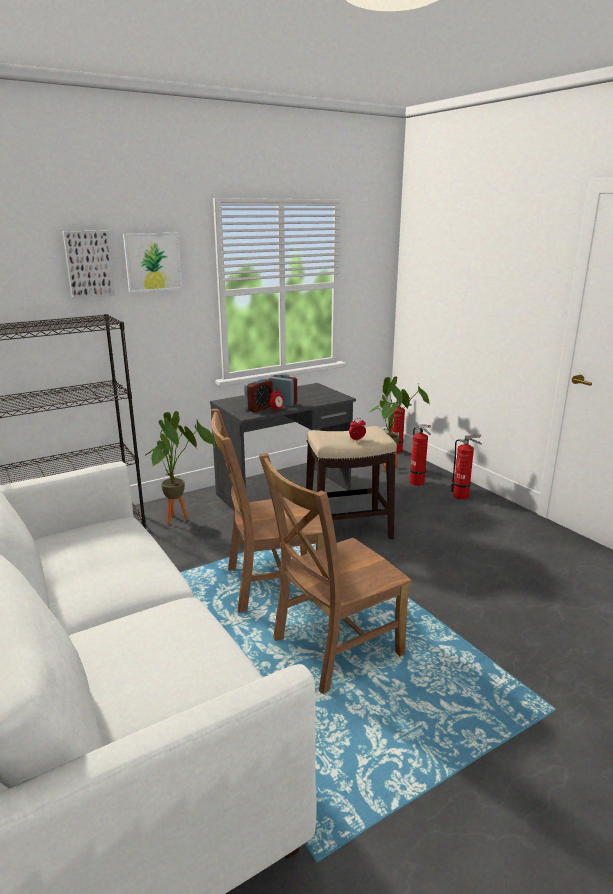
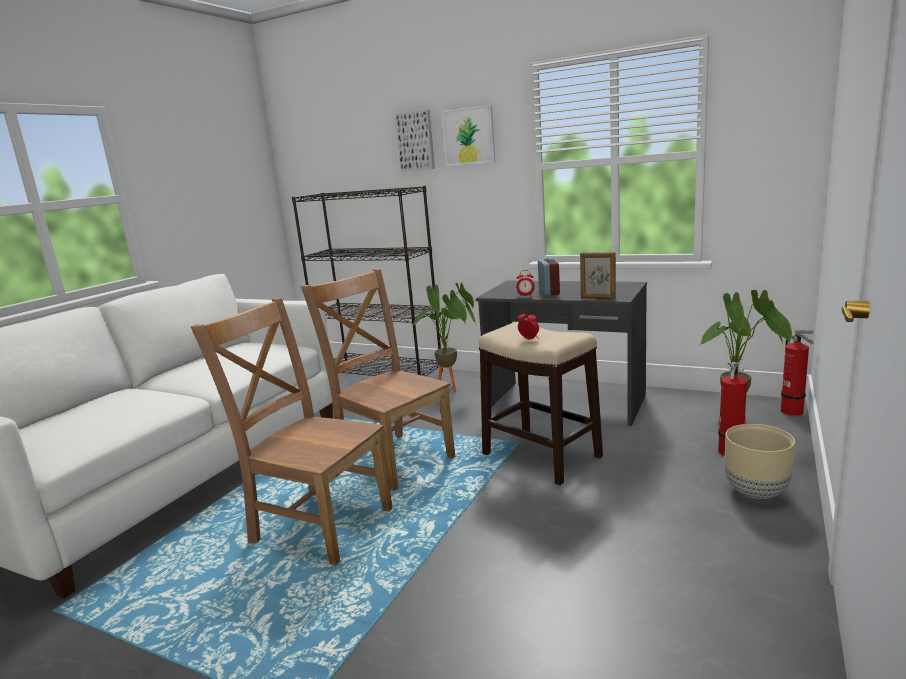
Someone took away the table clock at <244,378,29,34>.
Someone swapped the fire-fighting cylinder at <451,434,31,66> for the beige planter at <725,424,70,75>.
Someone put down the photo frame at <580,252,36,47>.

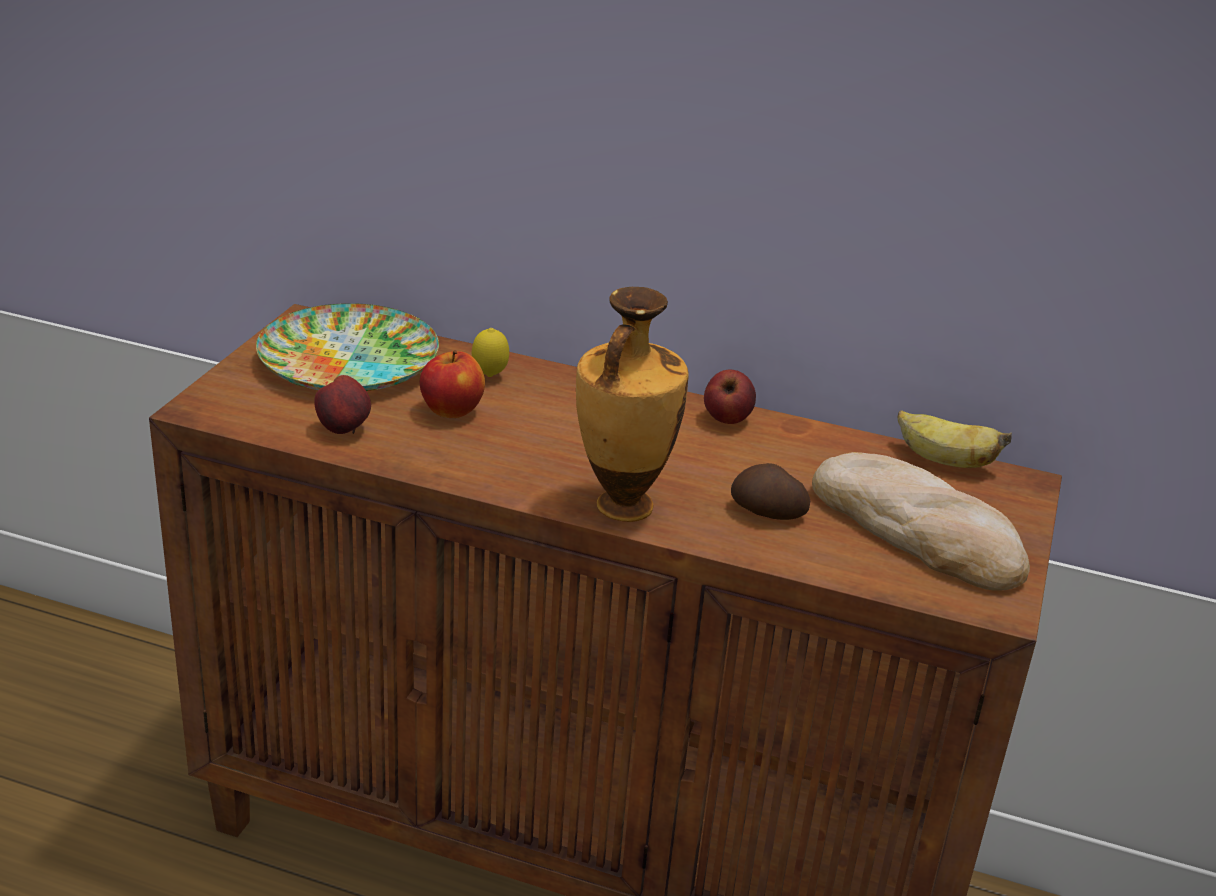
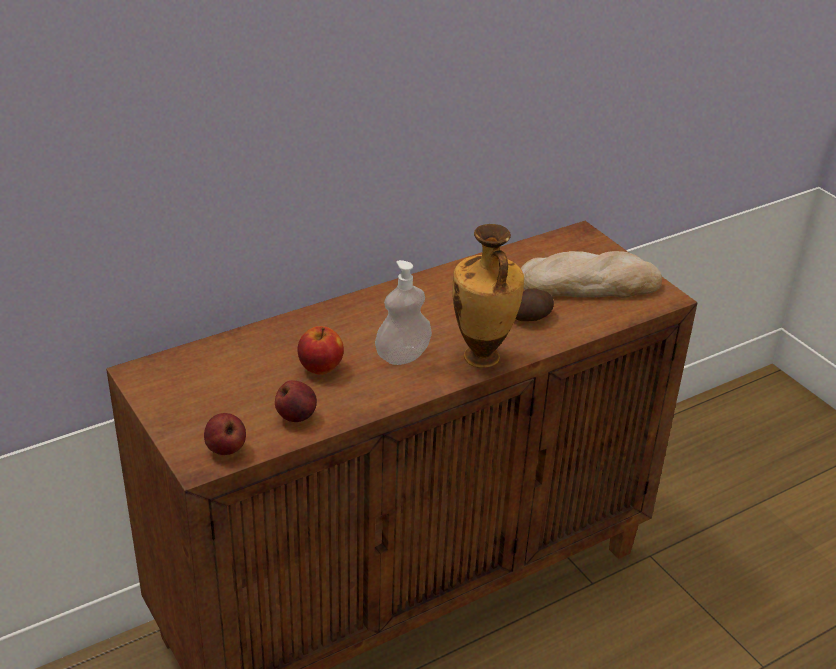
Someone took away the flat dish at <256,303,183,88>.
Someone took away the citrus fruit at <472,328,37,49>.
Someone carried the apple from <704,370,52,54> to <204,413,42,42>.
Someone took away the banana fruit at <898,410,114,58>.
Someone put down the soap dispenser at <375,260,57,105>.

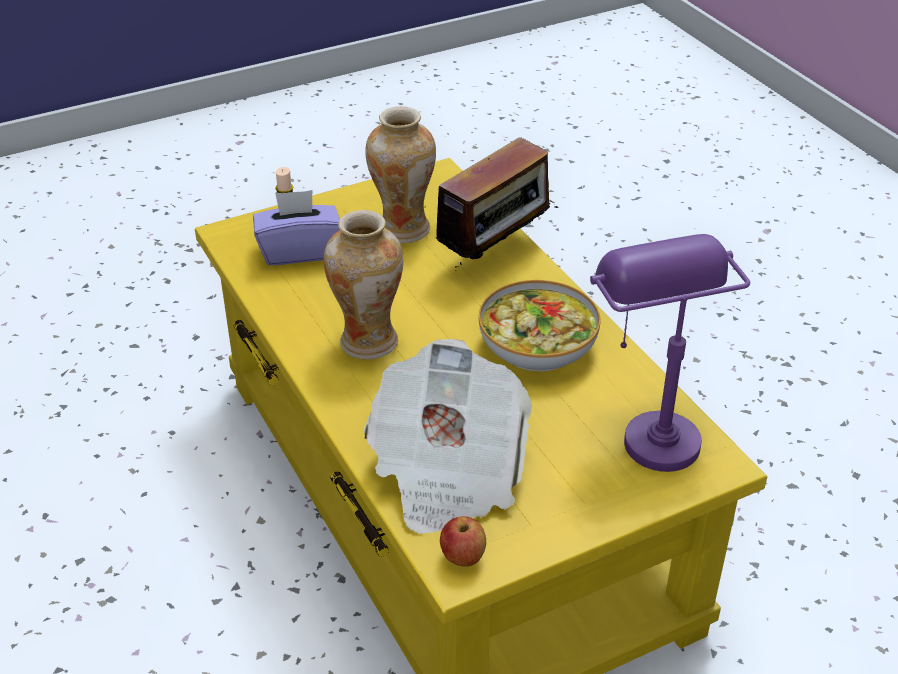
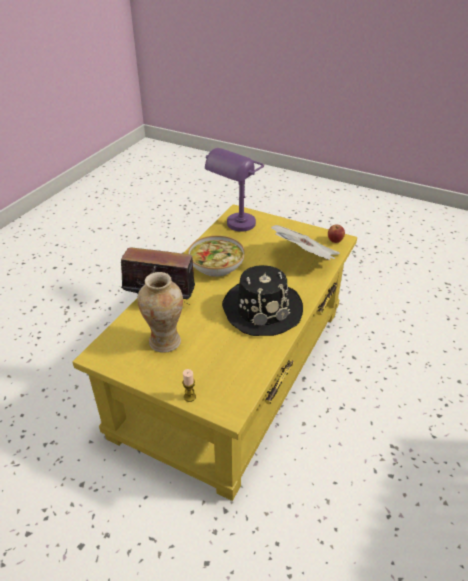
Someone took away the purplish tissue box at <253,190,87,75>.
Someone swapped the decorative vase at <323,210,80,149> for the black hat at <222,265,81,71>.

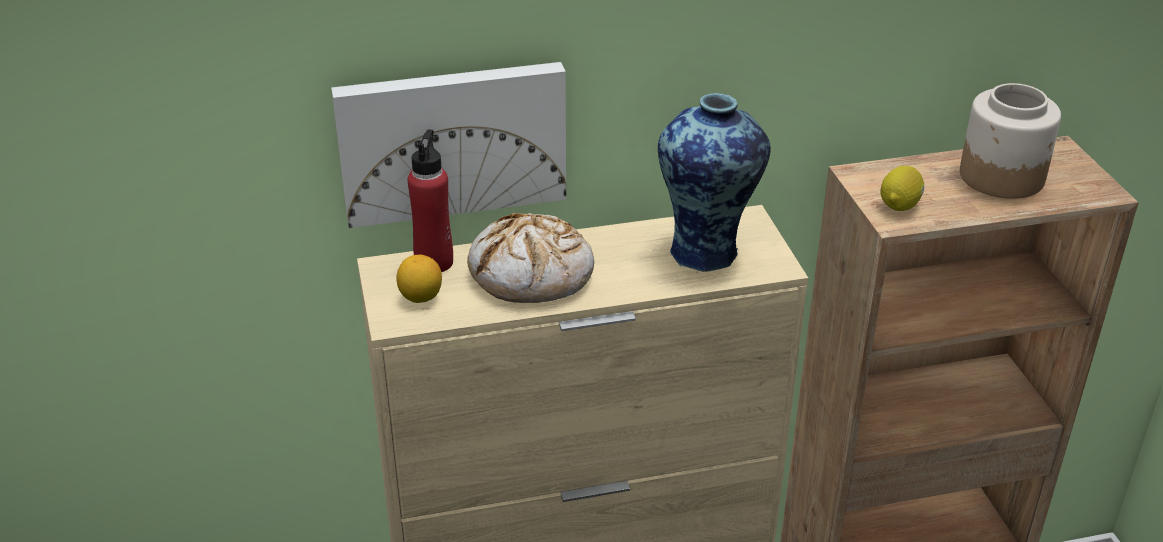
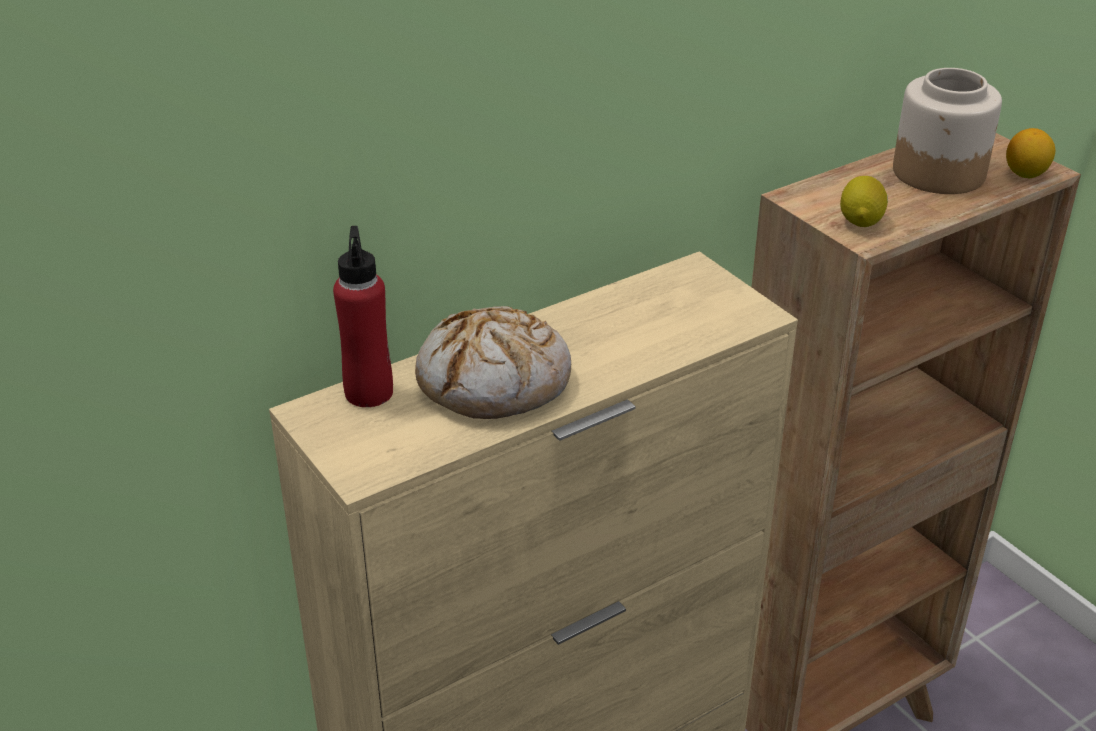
Someone took away the picture at <331,62,235,166>.
Someone took away the decorative vase at <658,93,113,180>.
Someone carried the citrus fruit from <396,255,46,48> to <1006,128,49,50>.

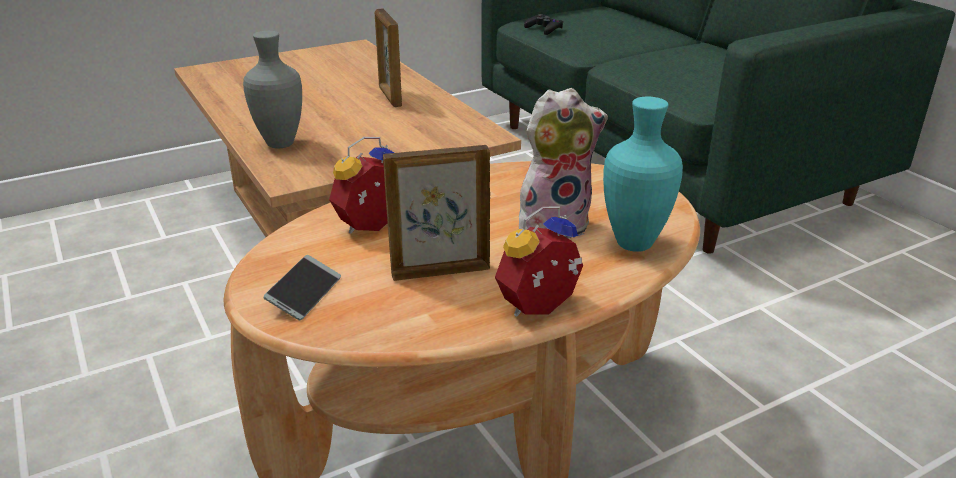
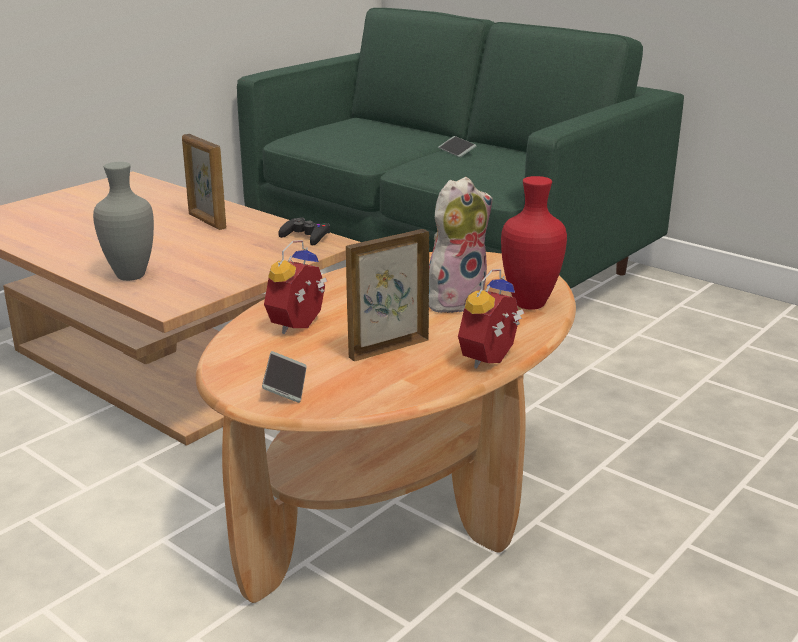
Someone carried the black gamepad from <524,14,39,21> to <279,218,51,27>.
Someone repainted the blue-green decorative vase at <603,97,80,155>, which became the reddish decorative vase at <501,176,66,134>.
Someone put down the phone at <438,136,38,21>.

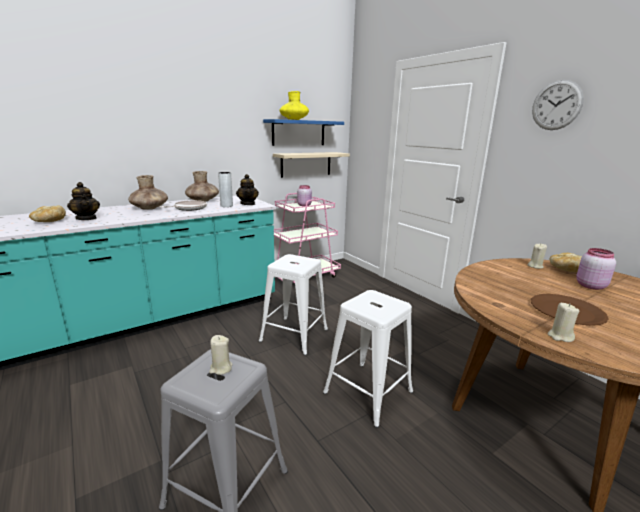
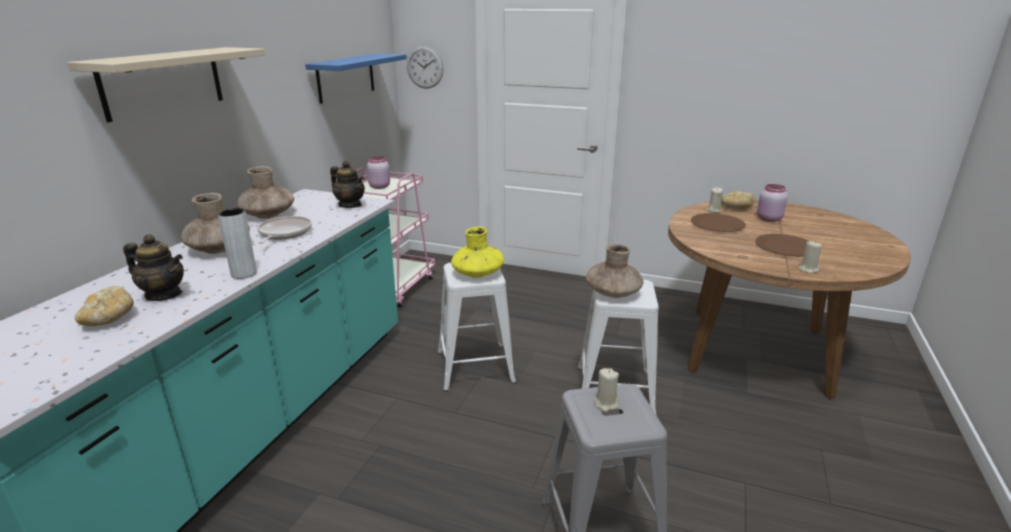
Someone carried the hanging clock from <532,80,52,50> to <407,46,37,43>.
Someone carried the yellow decorative vase from <280,91,29,29> to <451,227,53,50>.
Someone carried the beige bracket shelf from <273,152,77,26> to <67,47,198,75>.
Someone carried the gray decorative vase from <218,172,15,35> to <218,208,39,71>.
Someone put down the brownish flat dish at <691,213,55,19>.
Someone put down the brownish decorative vase at <586,244,57,54>.

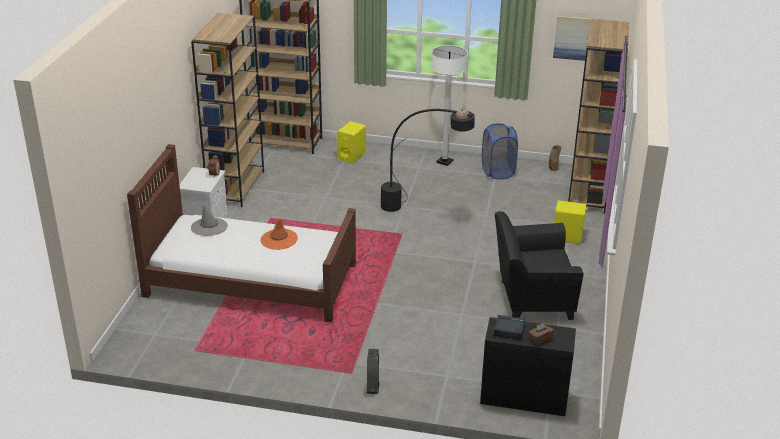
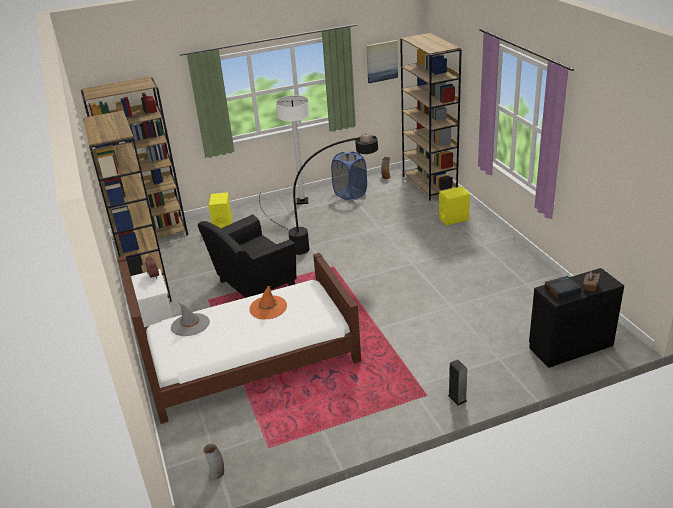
Someone carried the black easy chair from <495,211,89,109> to <198,214,98,84>.
Someone put down the decorative vase at <203,444,21,35>.

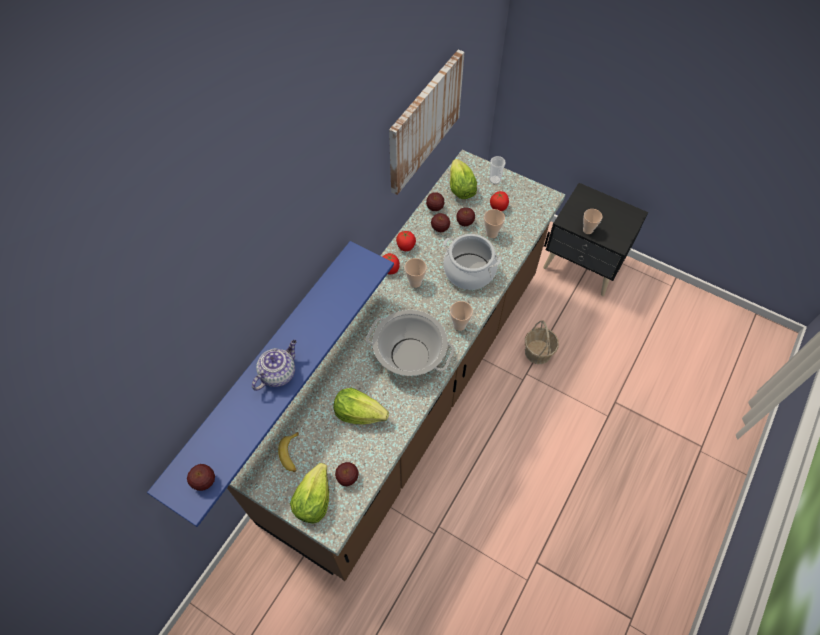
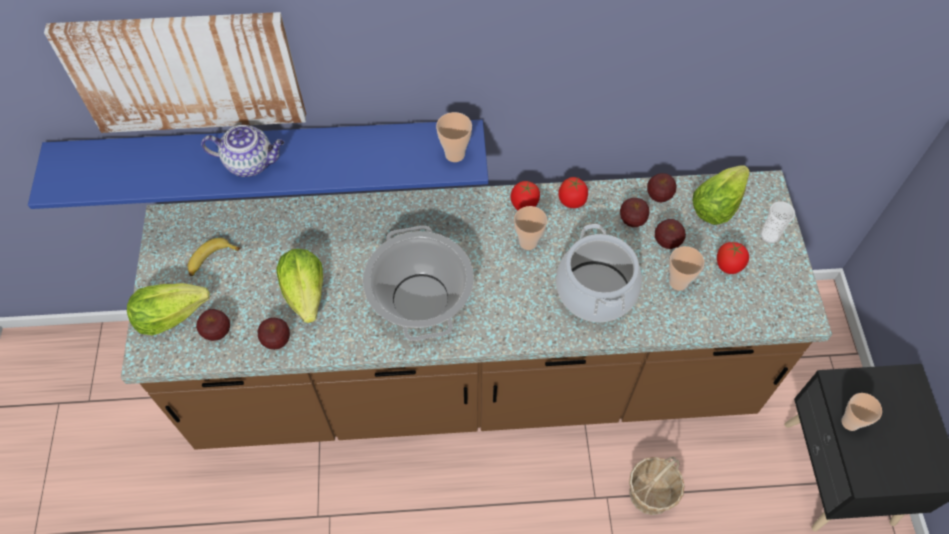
Someone carried the picture from <389,50,75,145> to <44,12,262,121>.
Someone carried the drinking cup from <450,301,23,30> to <436,112,36,50>.
Someone carried the apple from <187,464,28,27> to <257,318,33,32>.

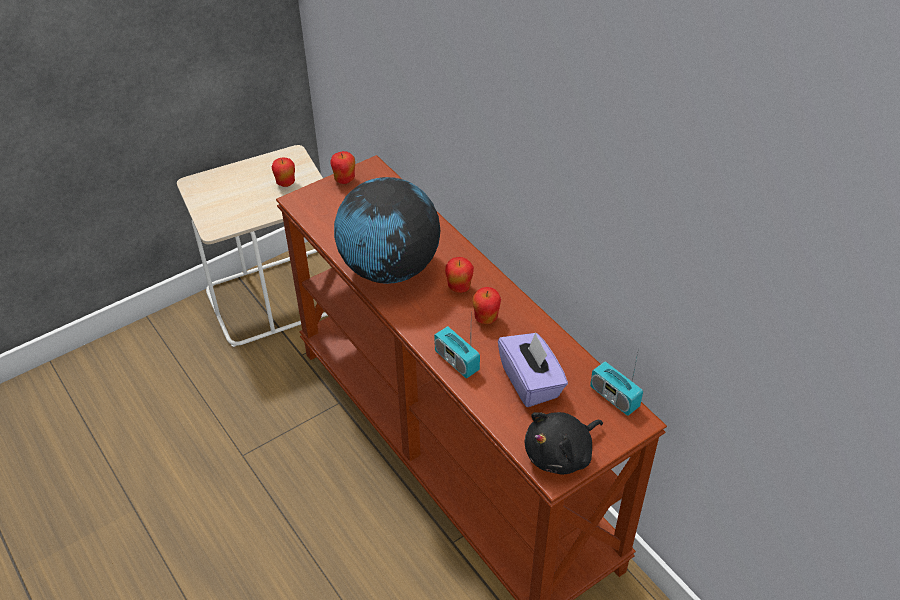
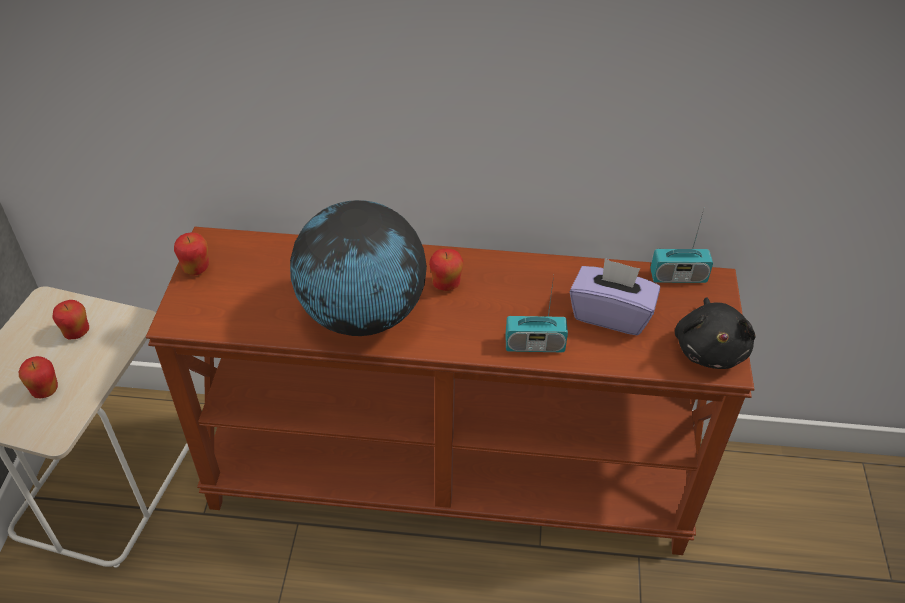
Someone carried the apple from <473,287,28,37> to <19,356,39,43>.

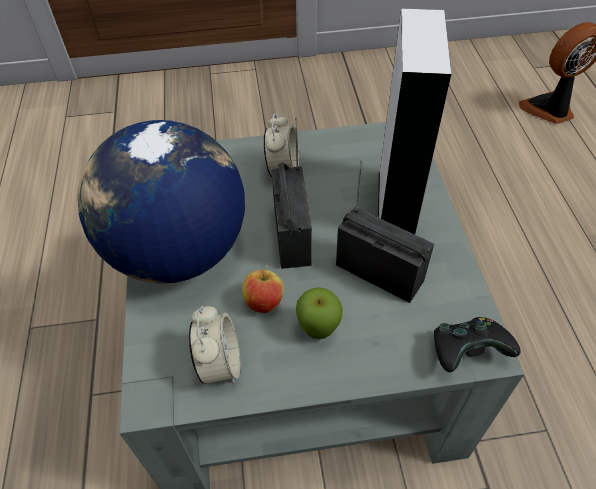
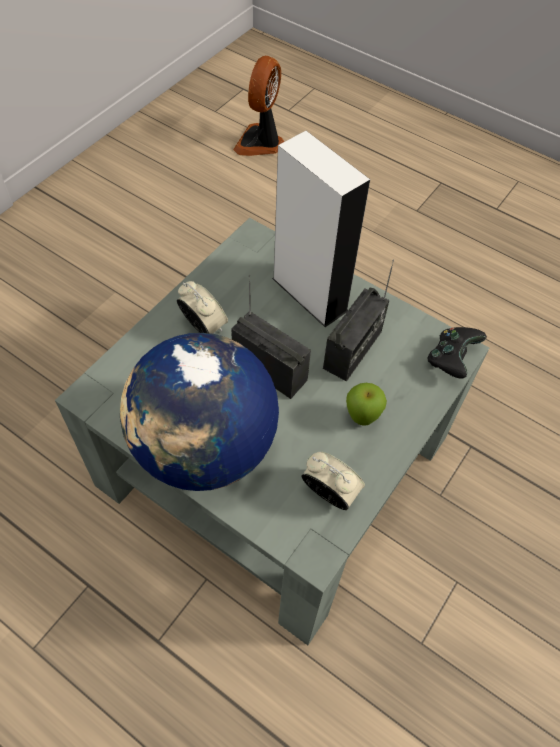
Someone rotated the radio receiver at <336,160,98,143> by 135 degrees clockwise.
Someone took away the apple at <242,265,42,48>.

